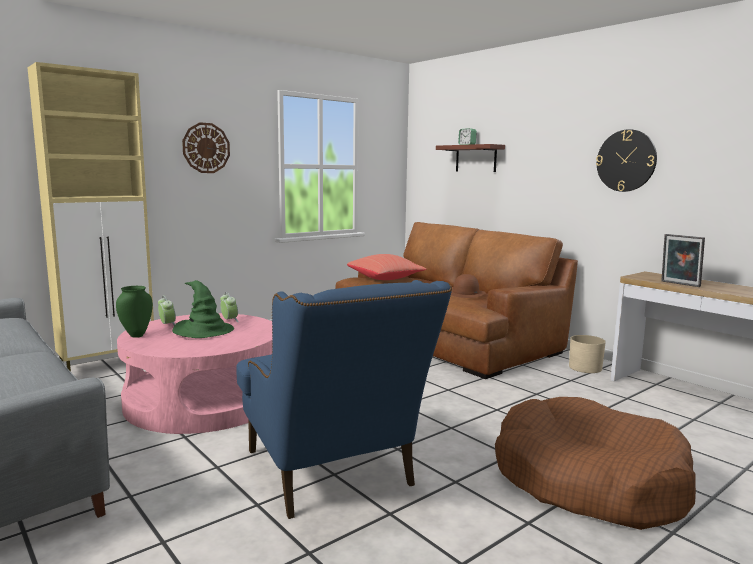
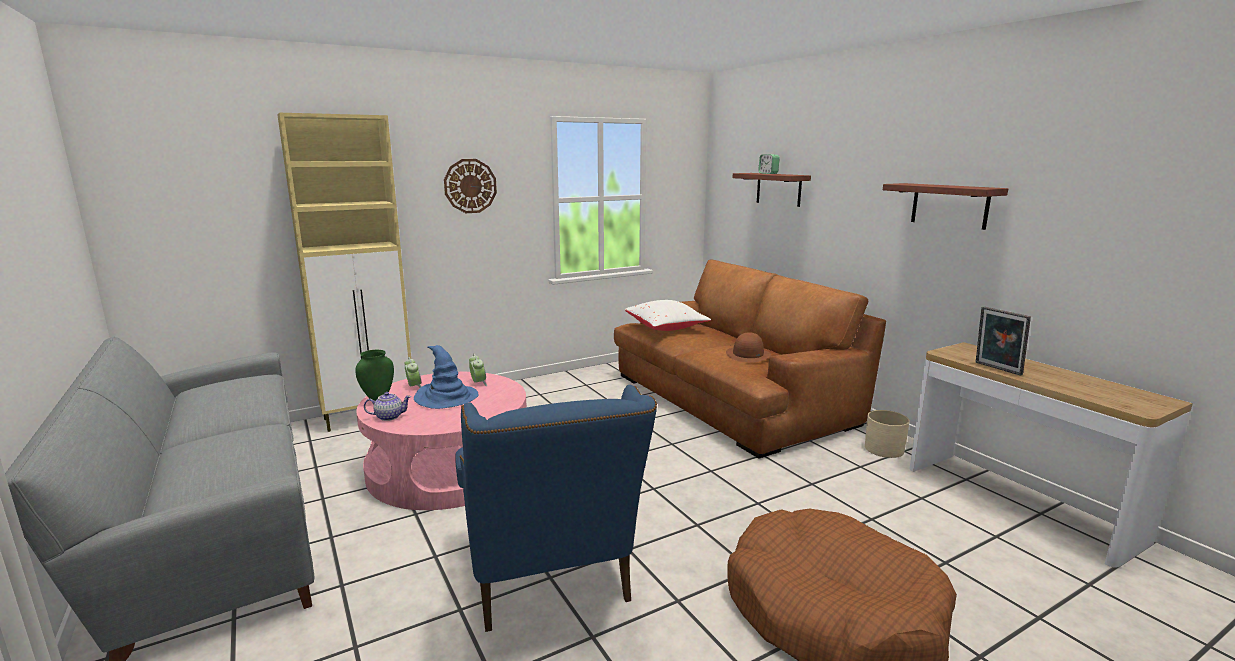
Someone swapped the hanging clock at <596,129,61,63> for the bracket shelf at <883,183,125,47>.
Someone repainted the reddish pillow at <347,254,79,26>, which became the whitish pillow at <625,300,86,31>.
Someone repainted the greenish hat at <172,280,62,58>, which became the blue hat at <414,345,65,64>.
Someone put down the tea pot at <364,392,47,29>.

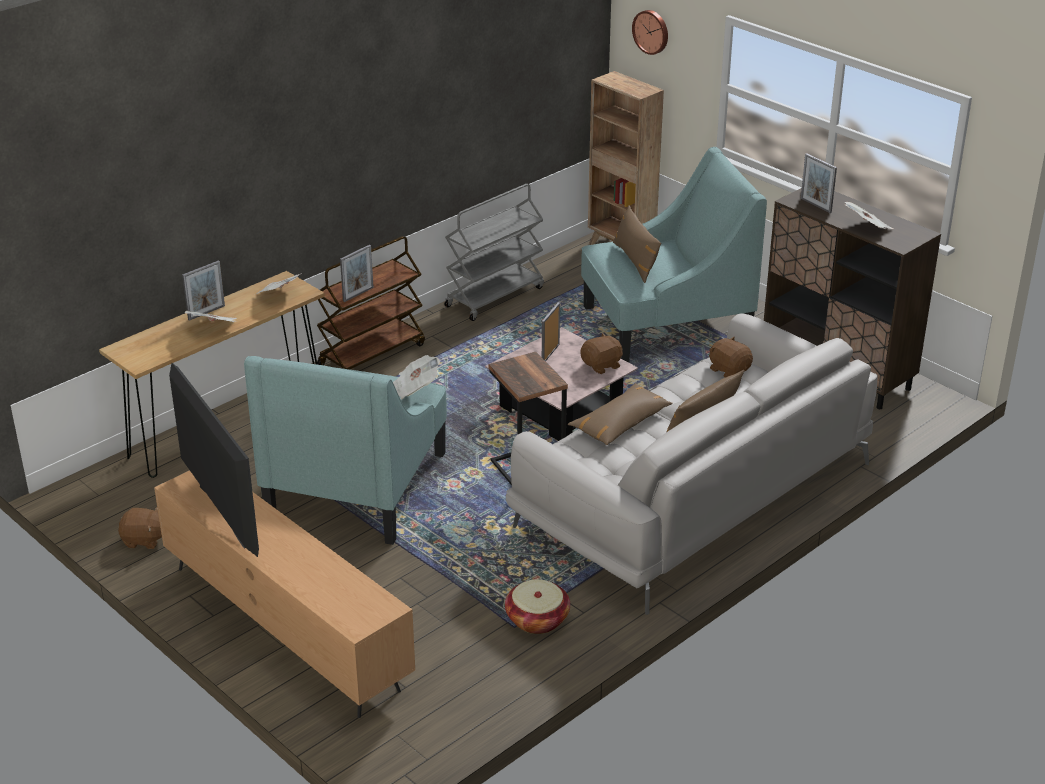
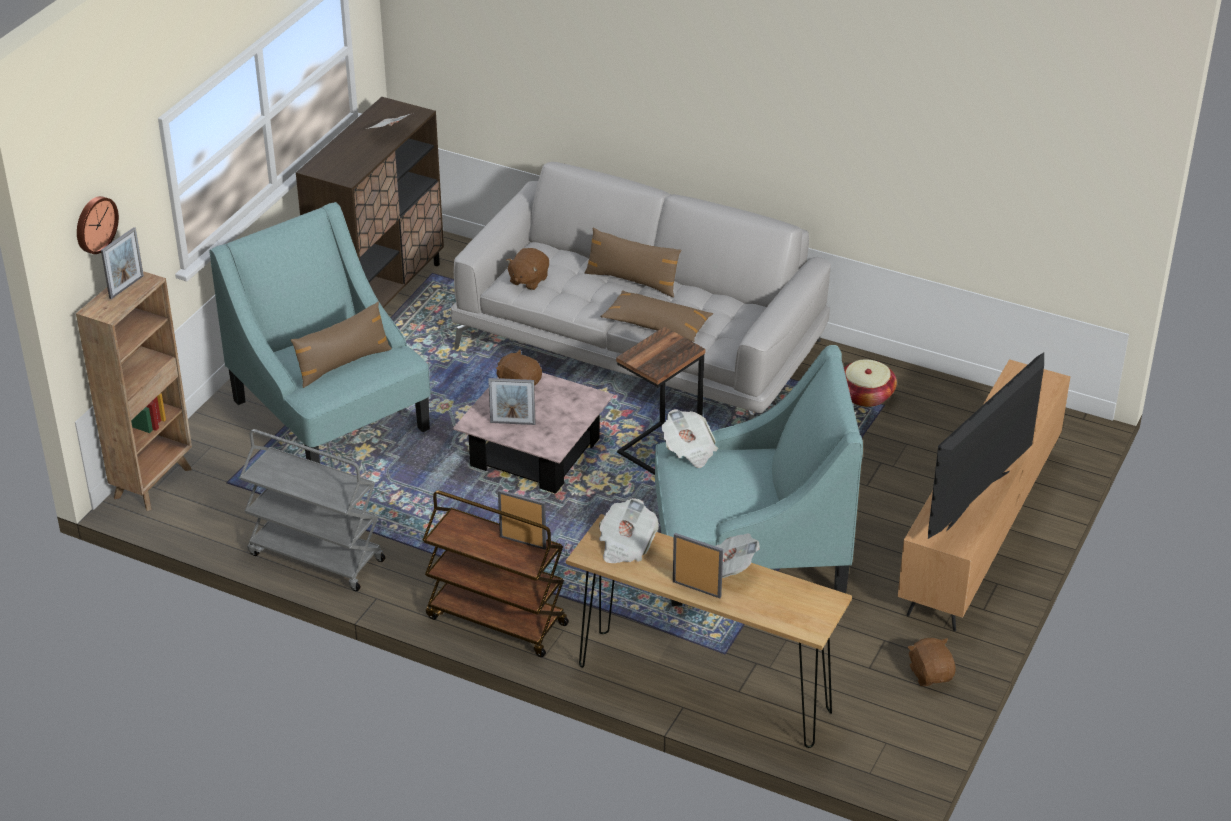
Someone carried the photo frame from <801,153,36,60> to <101,227,43,72>.

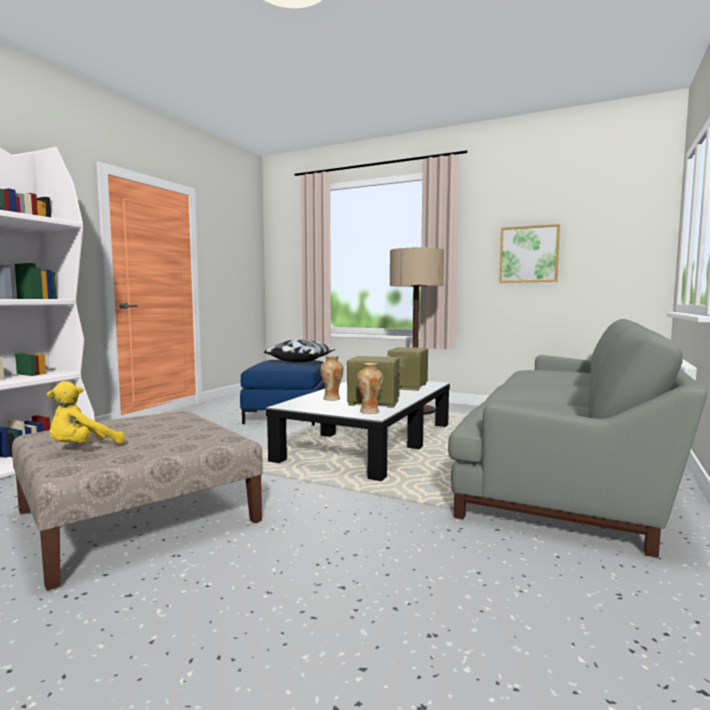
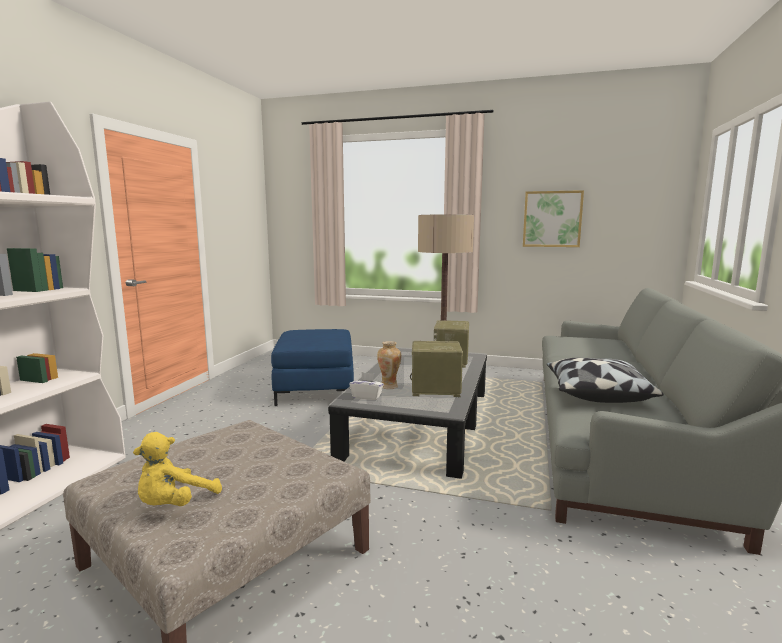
Someone carried the pillow from <264,339,71,23> to <547,358,117,45>.
Someone took away the decorative vase at <357,363,26,51>.
Someone put down the whitish tissue box at <349,372,35,28>.

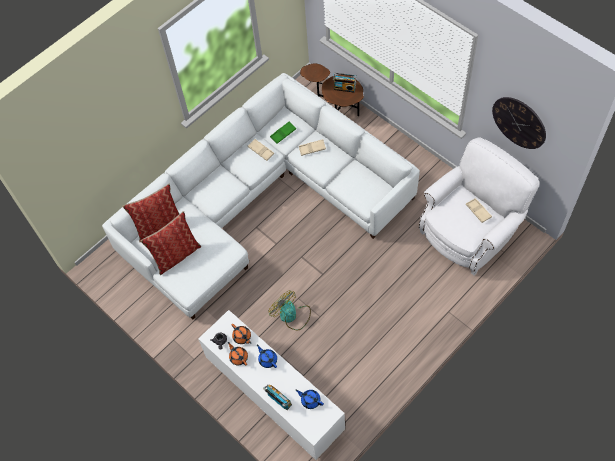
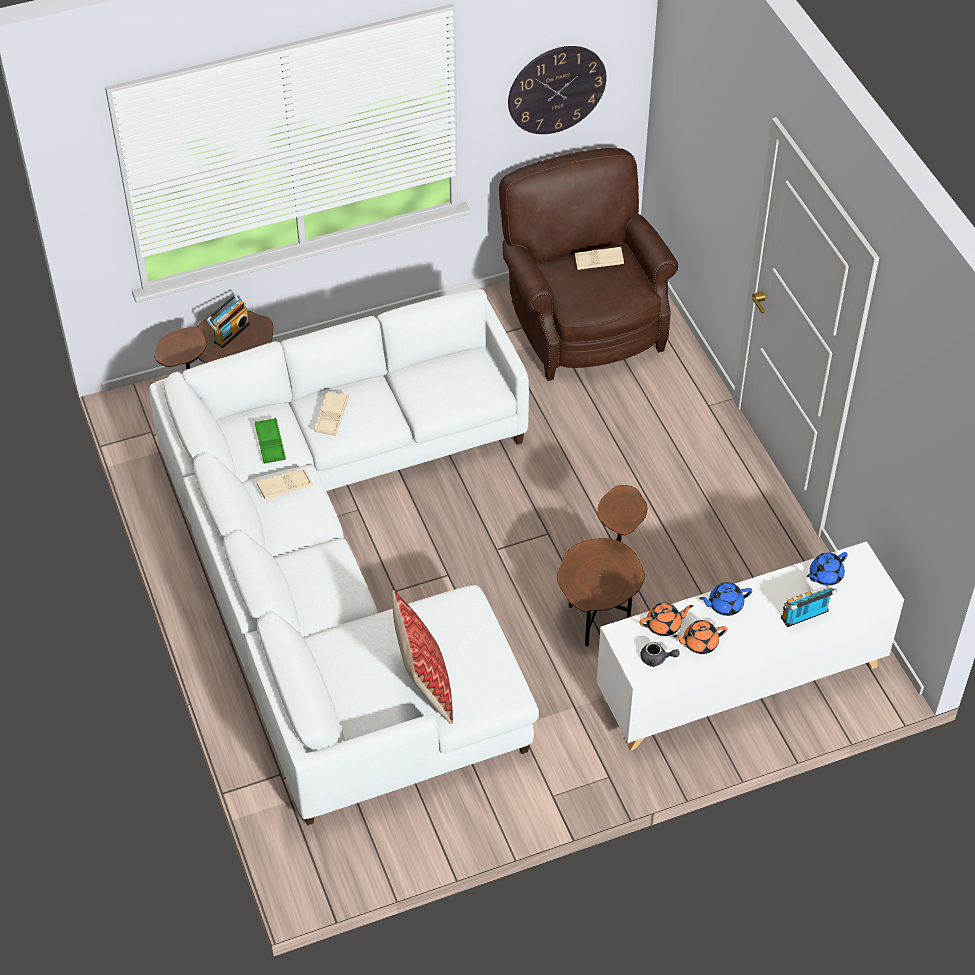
Someone repainted the whitish easy chair at <419,137,120,138>, which became the brownish easy chair at <499,148,179,233>.
Someone took away the pillow at <122,184,57,58>.
Someone swapped the electric fan at <268,290,43,40> for the brownish end table at <557,485,90,161>.

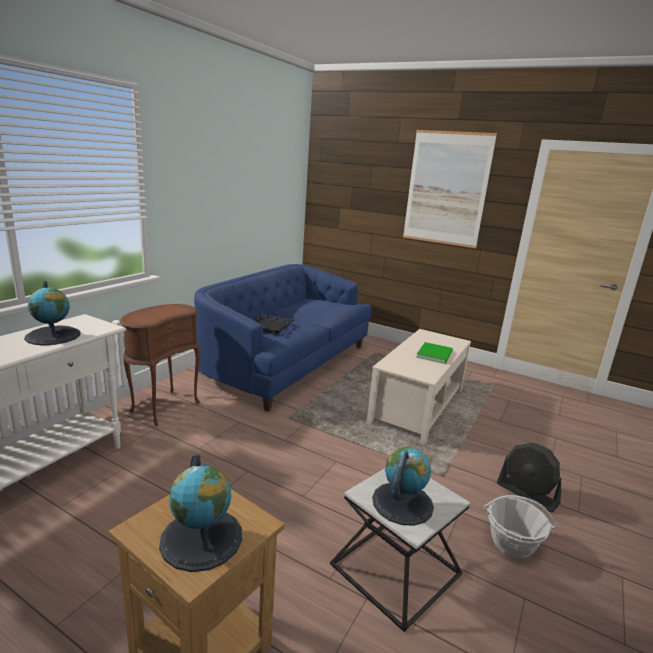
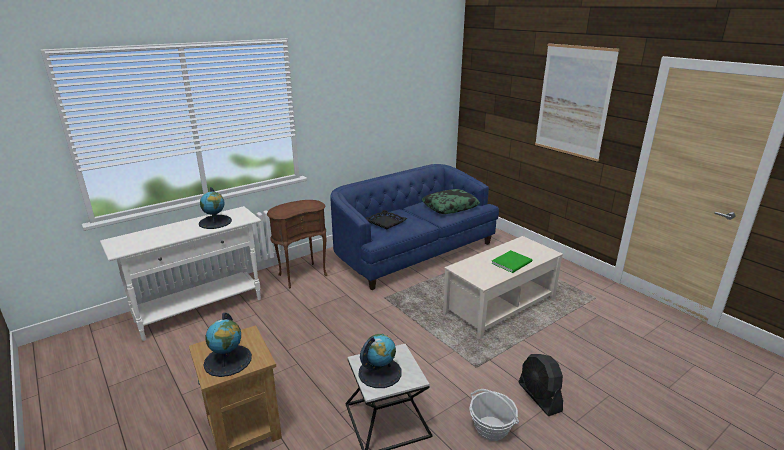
Someone put down the pillow at <422,189,58,25>.

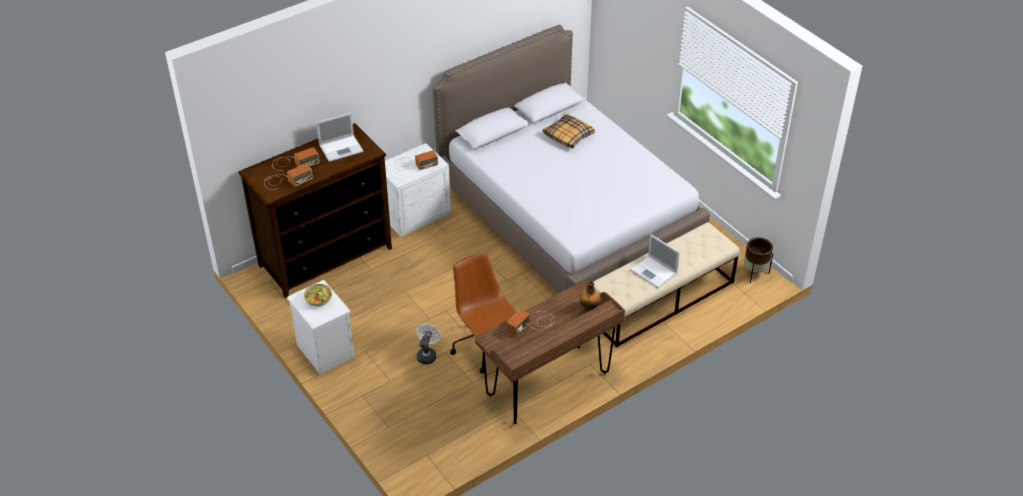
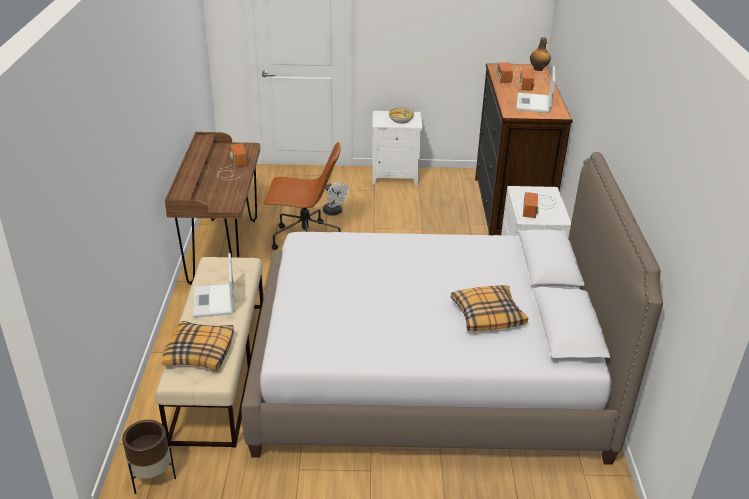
Someone rotated the portable computer at <630,234,50,54> by 90 degrees counterclockwise.
Someone carried the drink bottle from <580,281,21,30> to <530,37,21,34>.
Someone put down the pillow at <162,321,72,49>.

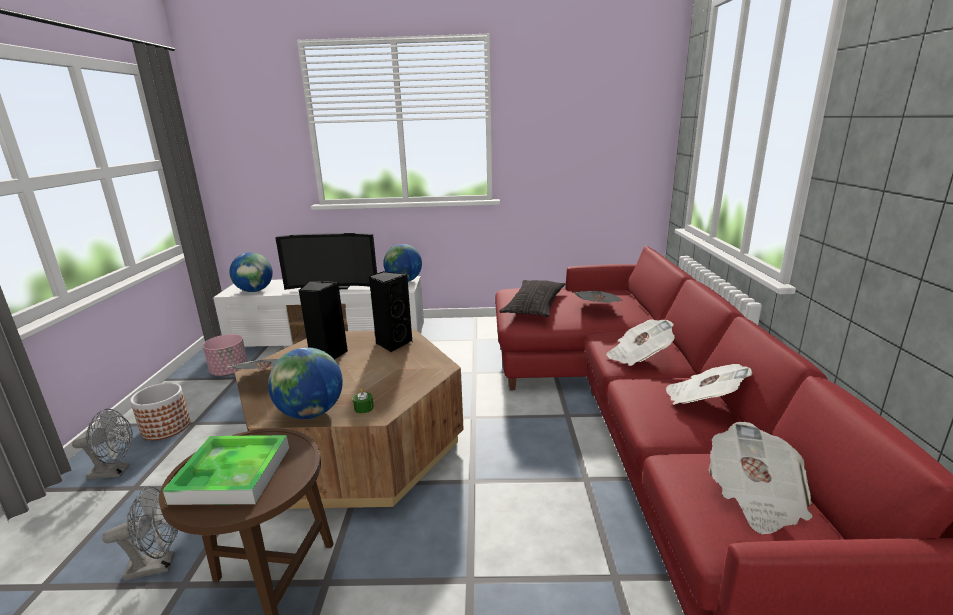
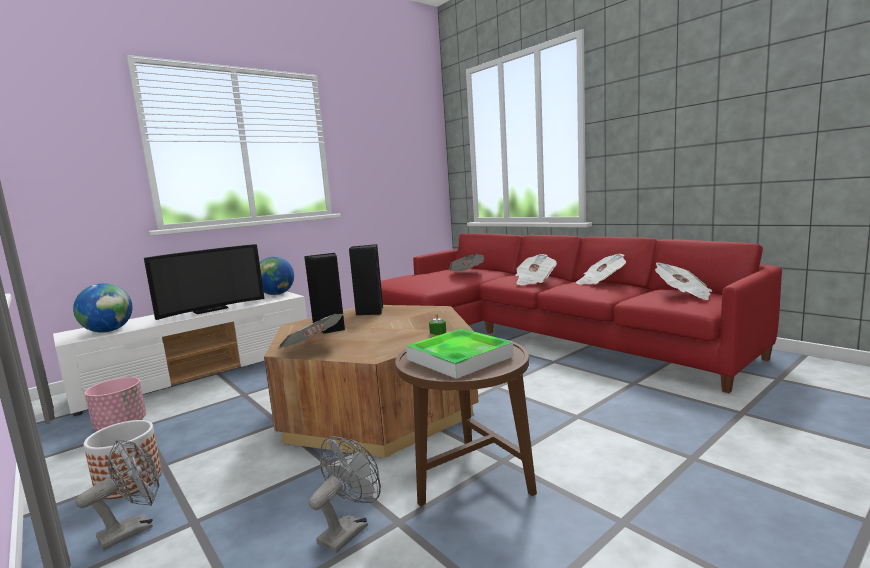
Someone took away the pillow at <500,280,65,37>.
Someone took away the globe at <268,347,75,72>.

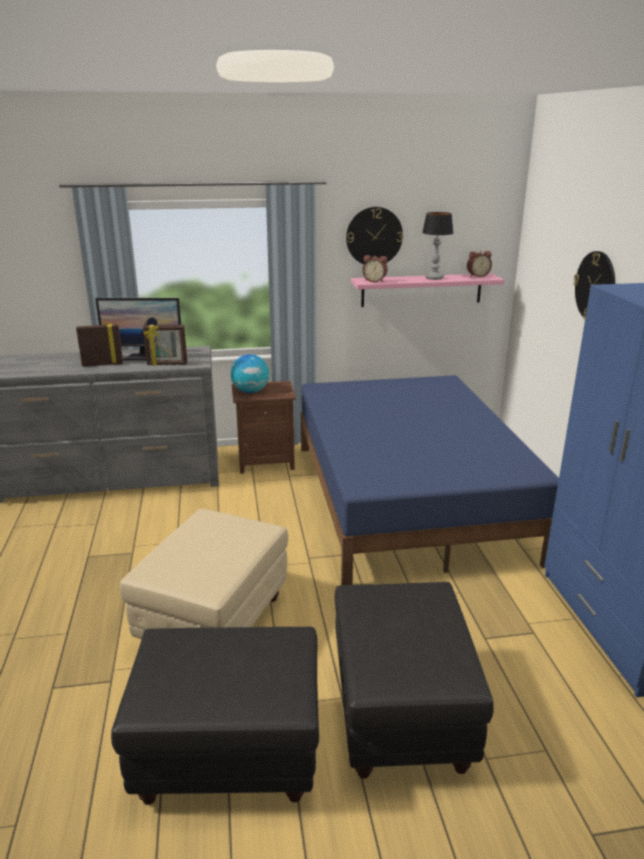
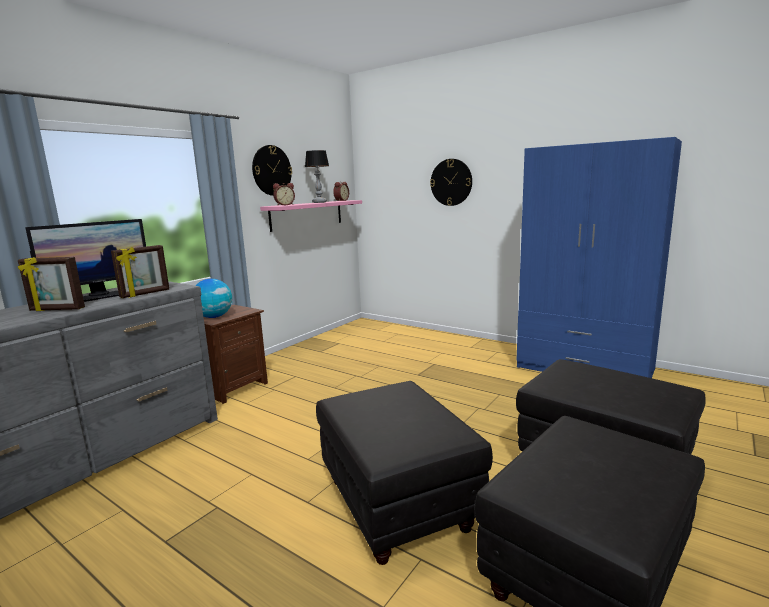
Someone rotated the photo frame at <76,323,47,44> by 120 degrees counterclockwise.
Someone took away the blue sleeping bed at <301,375,258,210>.
Someone repainted the beige pouffe at <120,508,168,131>, which became the black pouffe at <316,381,177,184>.

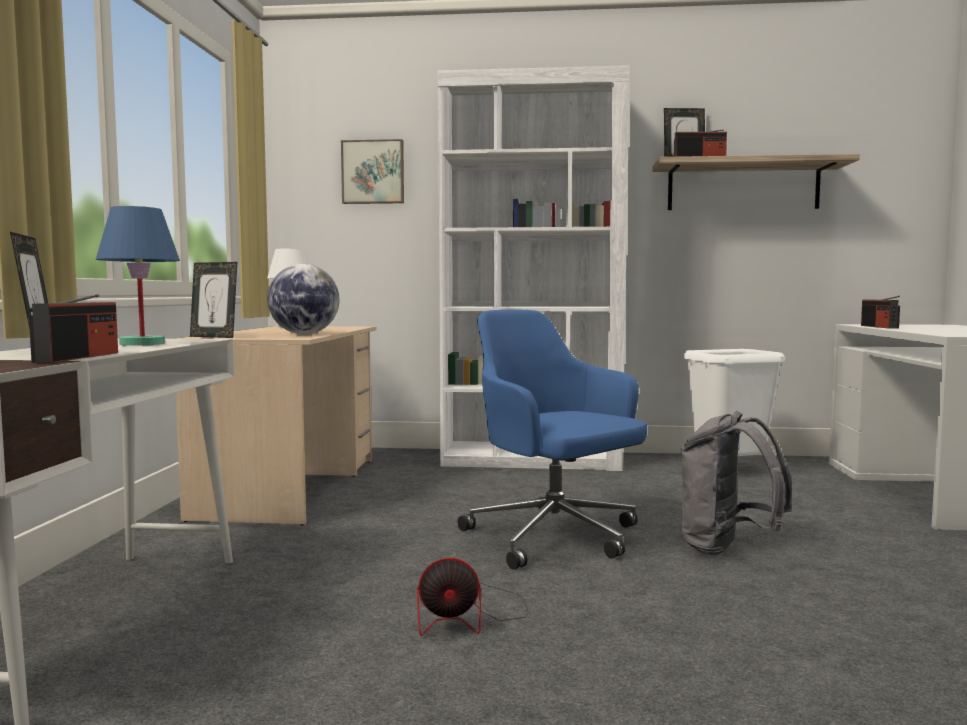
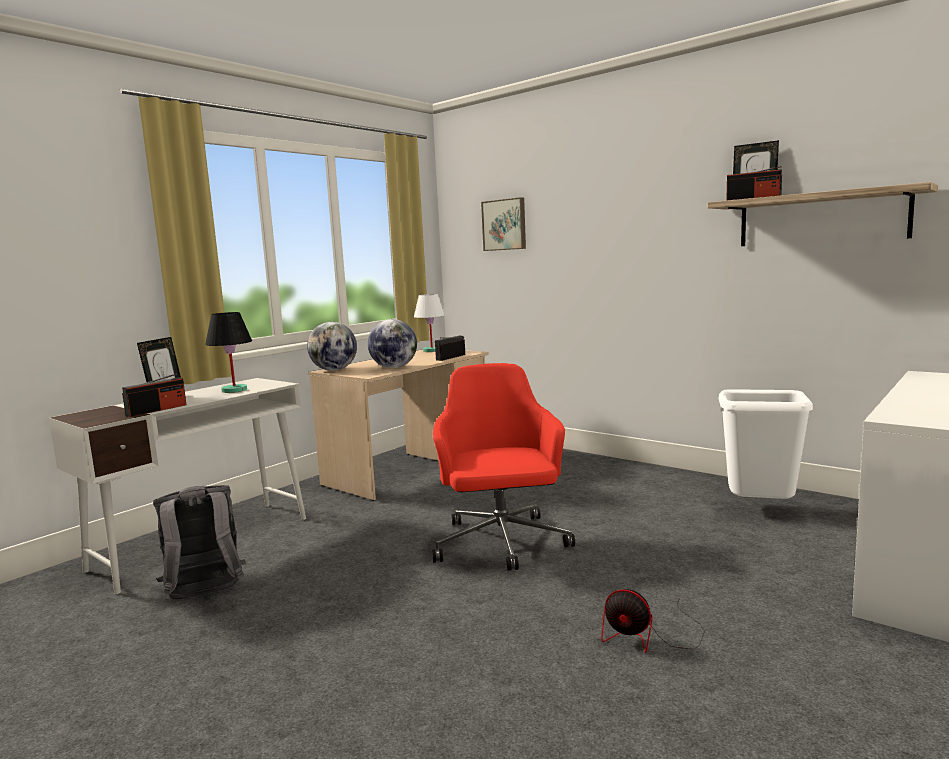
Someone took away the whitish shelving unit at <438,65,192,406>.
Someone repainted the blue tabletop lamp at <96,206,84,140>, which became the black tabletop lamp at <205,312,47,81>.
Someone swapped the photo frame at <190,262,47,76> for the globe at <307,322,50,49>.
Someone carried the radio receiver from <861,296,39,32> to <435,336,30,25>.
Someone repainted the blue desk chair at <458,309,189,261>, which became the reddish desk chair at <432,363,143,208>.
Someone carried the gray backpack from <680,411,112,144> to <153,485,93,114>.
Someone carried the electric fan from <417,558,112,78> to <601,589,104,64>.

